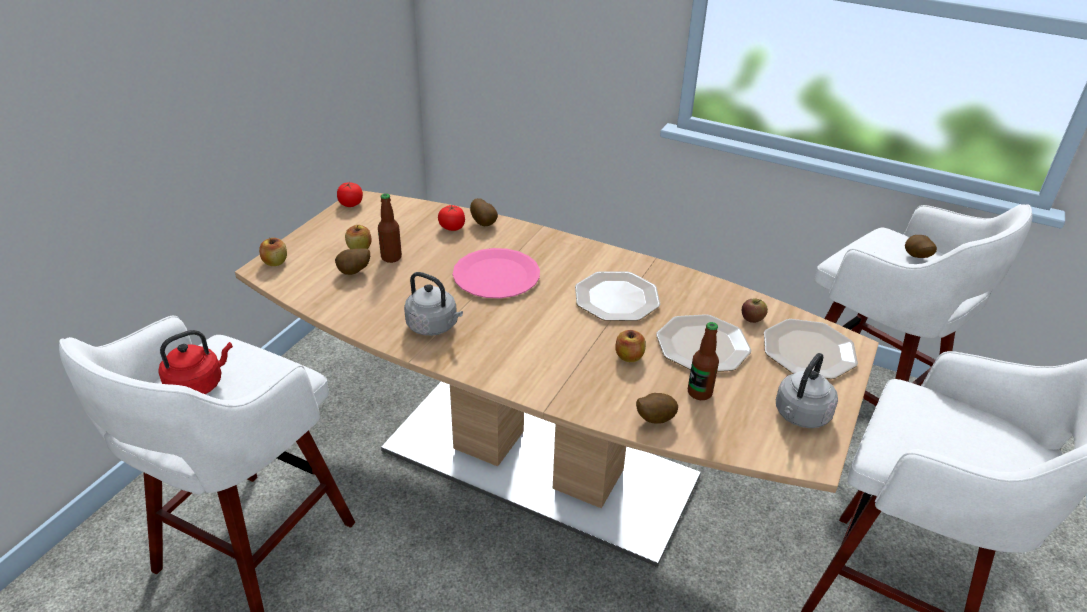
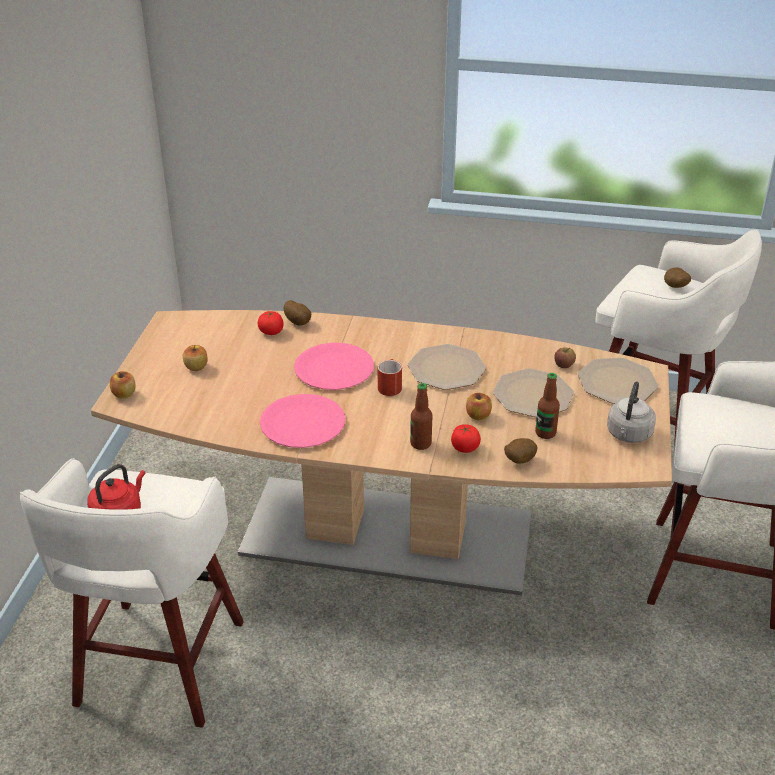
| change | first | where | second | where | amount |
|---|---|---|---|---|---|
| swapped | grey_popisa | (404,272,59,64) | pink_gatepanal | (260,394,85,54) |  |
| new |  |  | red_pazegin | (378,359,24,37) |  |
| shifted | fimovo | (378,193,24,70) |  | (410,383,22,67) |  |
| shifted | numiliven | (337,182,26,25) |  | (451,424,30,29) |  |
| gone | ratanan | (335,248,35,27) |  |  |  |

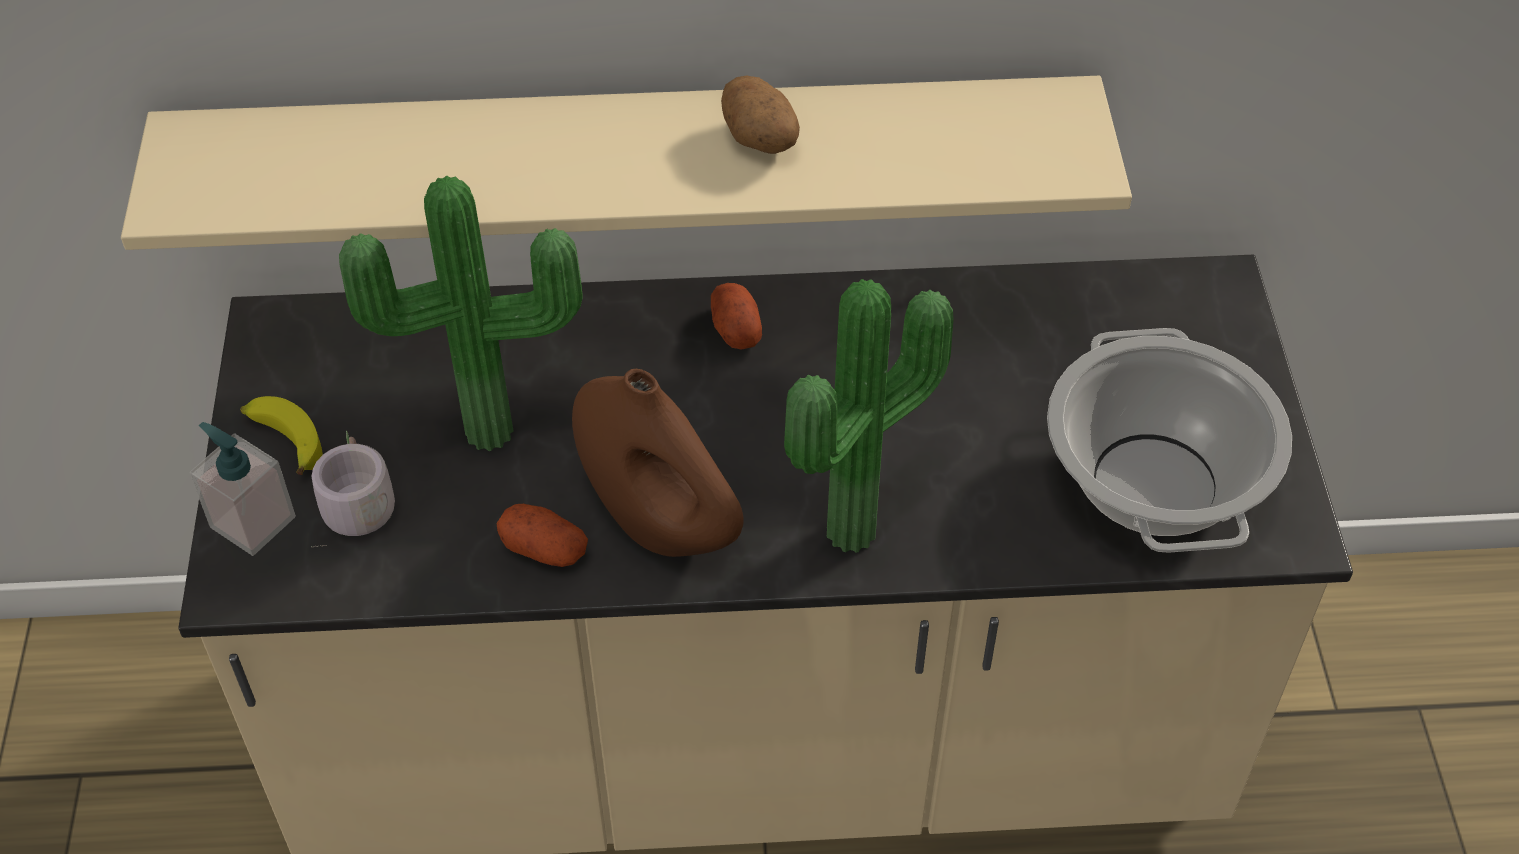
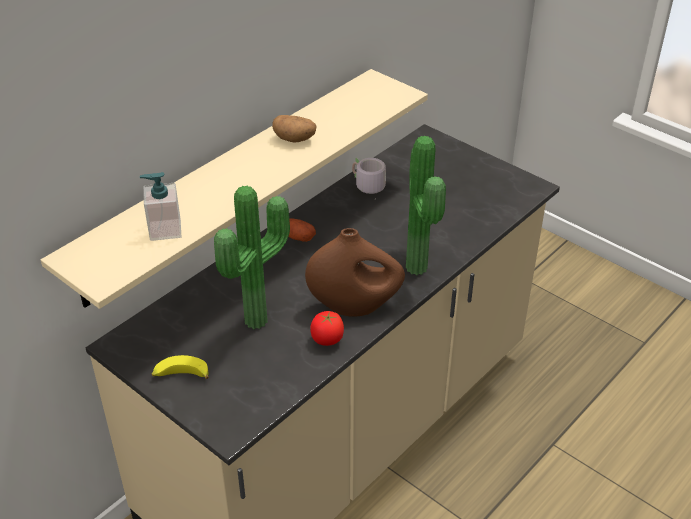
| change | first | where | second | where | amount |
|---|---|---|---|---|---|
| shifted | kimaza | (190,422,106,134) |  | (140,172,41,69) |  |
| swapped | ratanan | (497,504,91,63) | numiliven | (310,311,34,35) |  |
| shifted | grey_pazegin | (311,431,84,116) |  | (352,158,34,44) |  |
| gone | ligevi | (1047,328,245,225) |  |  |  |

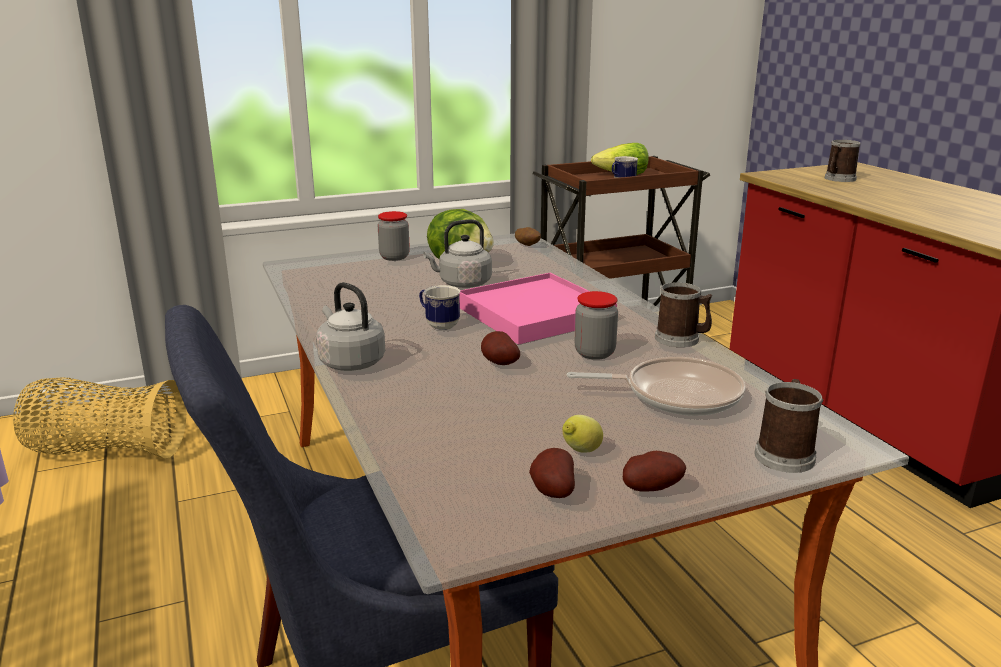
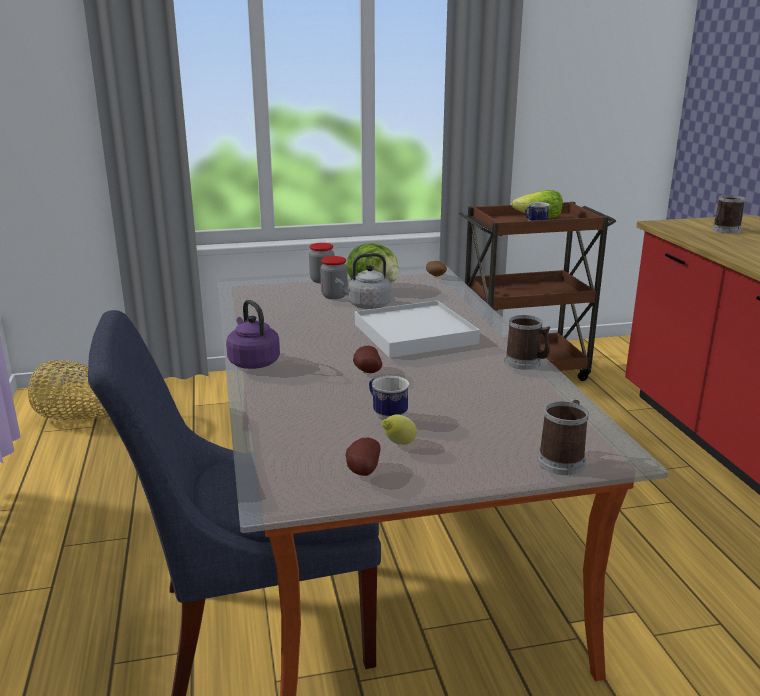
| change | first | where | second | where | amount |
|---|---|---|---|---|---|
| repainted | grey_popisa | (316,282,69,89) | purple_popisa | (226,300,54,69) |  |
| shifted | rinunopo | (574,291,44,69) |  | (320,256,28,43) |  |
| repainted | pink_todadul | (459,273,158,72) | white_todadul | (355,300,125,58) |  |
| shifted | pazegin | (419,285,41,45) |  | (369,376,41,44) |  |
| gone | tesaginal | (567,357,178,59) |  |  |  |
| gone | ratanan | (623,451,63,40) |  |  |  |

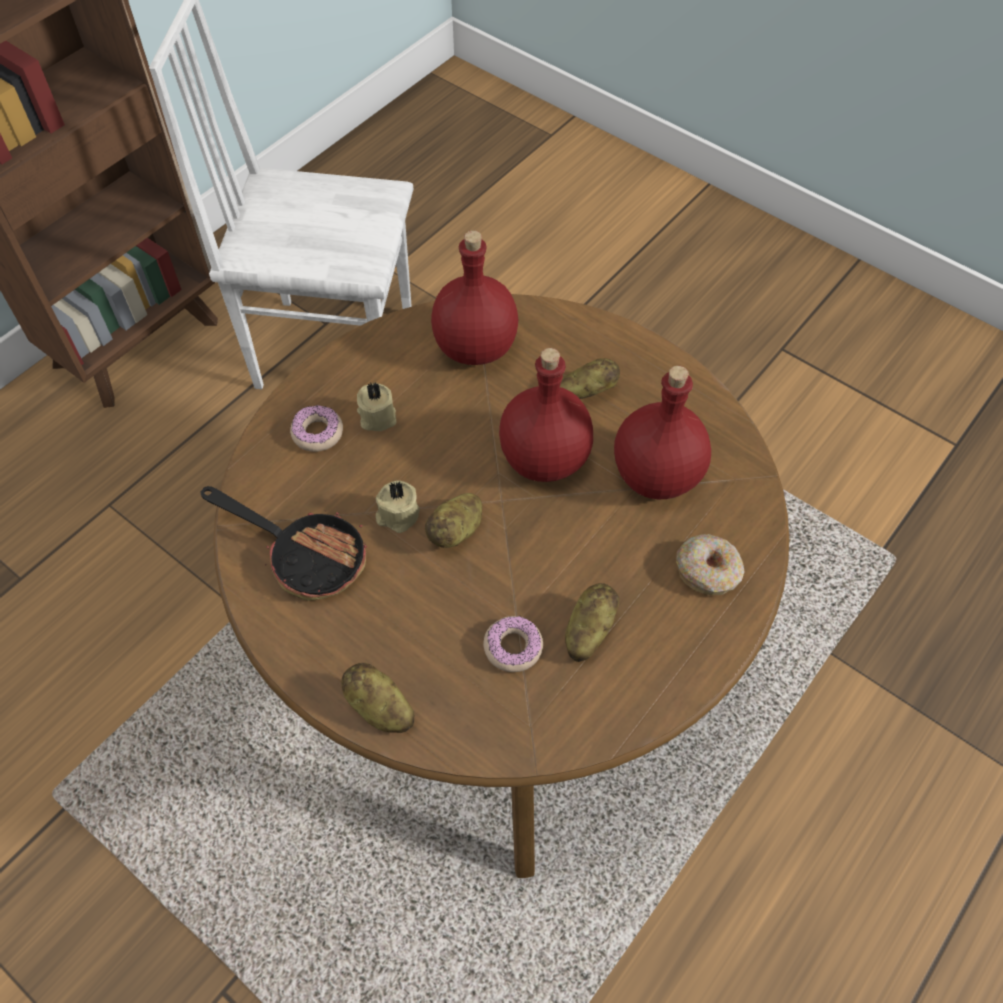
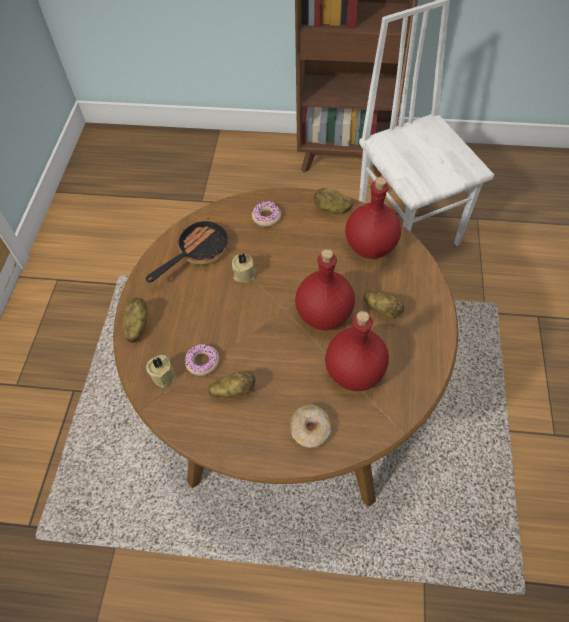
| change | first | where | second | where | amount |
|---|---|---|---|---|---|
| rotated | tesaginal | (200,486,167,115) |  | (146,217,82,66) | 135 degrees counterclockwise |
| shifted | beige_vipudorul | (357,382,40,49) |  | (146,354,30,34) |  |
| shifted | ratanan | (425,493,57,55) |  | (314,188,39,26) |  |

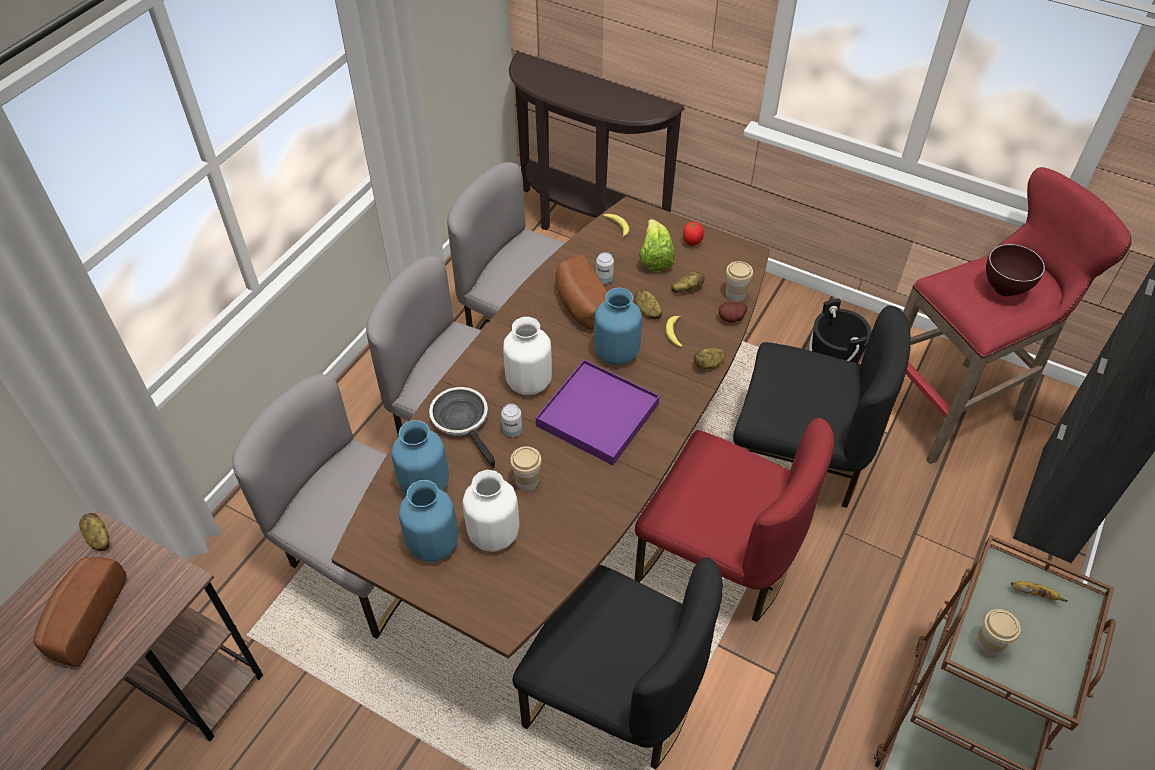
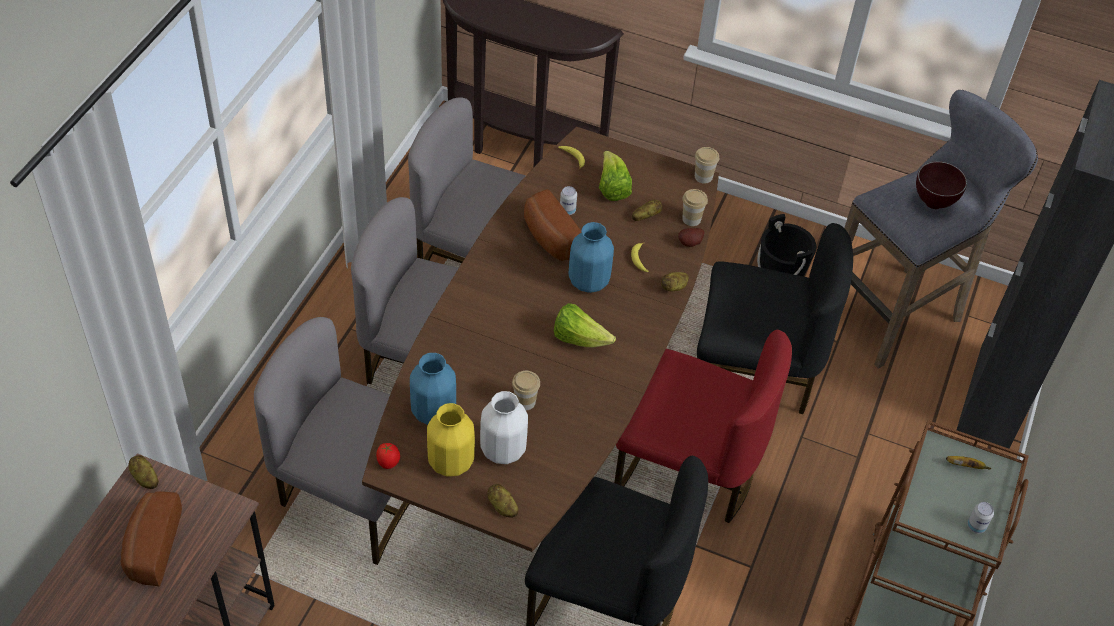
| change | first | where | second | where | amount |
|---|---|---|---|---|---|
| shifted | numiliven | (683,221,21,25) |  | (376,443,24,26) |  |
| repainted | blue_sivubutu | (399,480,59,82) | yellow_sivubutu | (427,403,48,74) |  |
| shifted | ratanan | (634,289,28,30) |  | (488,484,31,34) |  |
| swapped | purple_todadul | (536,360,124,105) | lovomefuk | (554,303,62,44) |  |
| shifted | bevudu | (975,609,46,48) |  | (695,147,24,37) |  |
| repainted | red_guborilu | (903,167,228,297) | grey_guborilu | (844,90,194,278) |  |
| shifted | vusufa | (501,404,21,33) |  | (967,502,27,31) |  |
| gone | tesaginal | (429,387,66,81) |  |  |  |
| gone | white_sivubutu | (503,317,49,78) |  |  |  |

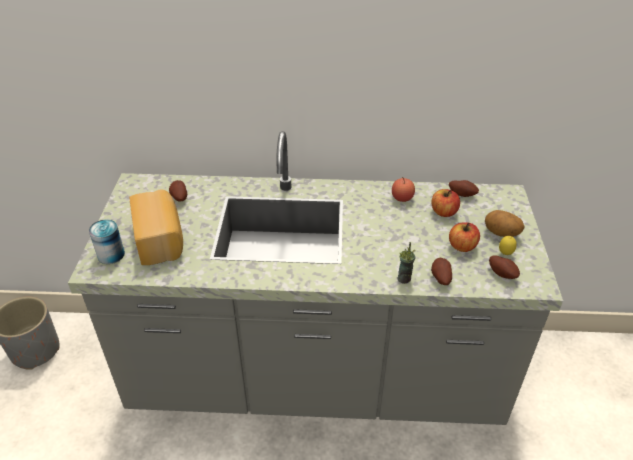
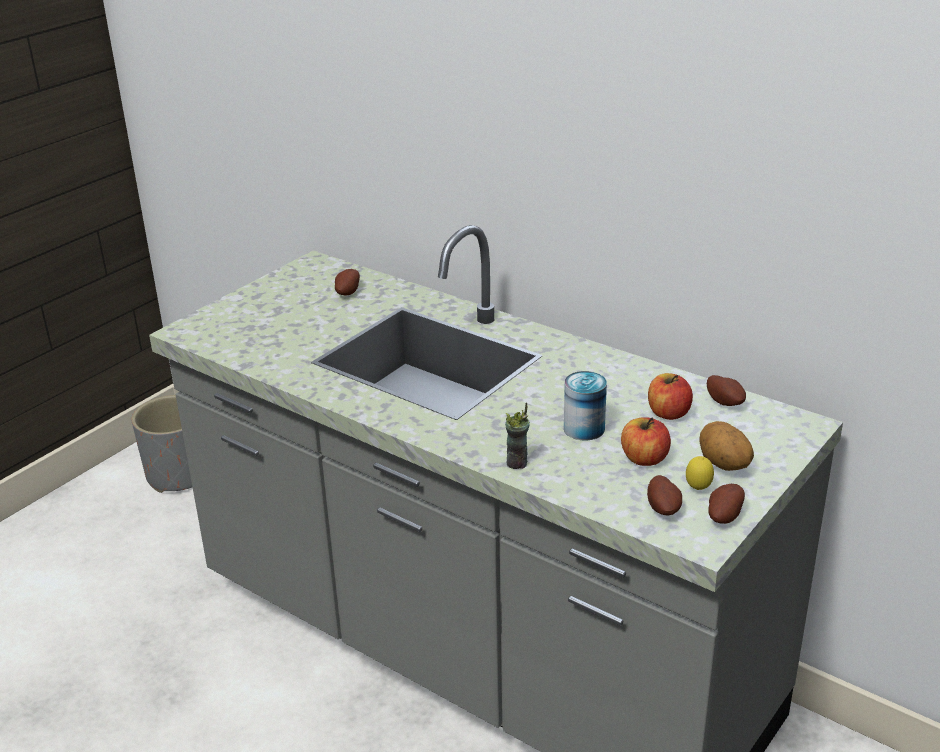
| change | first | where | second | where | amount |
|---|---|---|---|---|---|
| shifted | vusufa | (89,219,36,45) |  | (564,371,43,70) |  |
| shifted | ratanan | (431,258,21,27) |  | (708,484,37,40) |  |
| gone | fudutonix | (129,189,54,76) |  |  |  |
| gone | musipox | (392,177,23,25) |  |  |  |

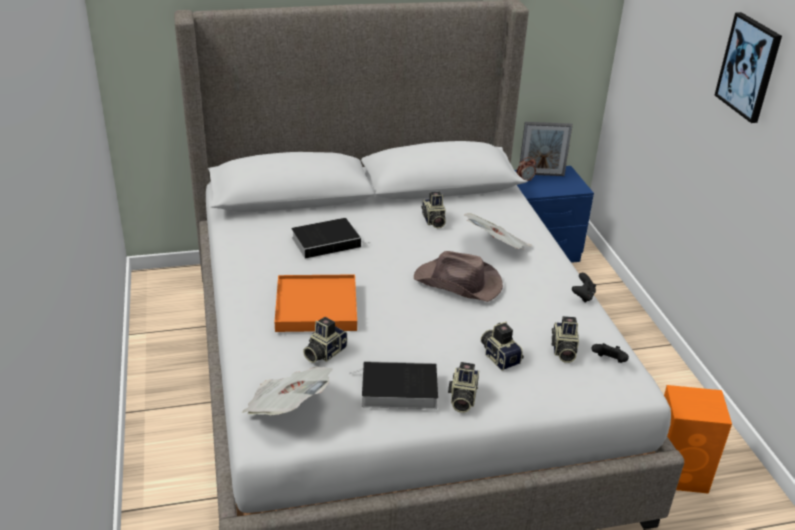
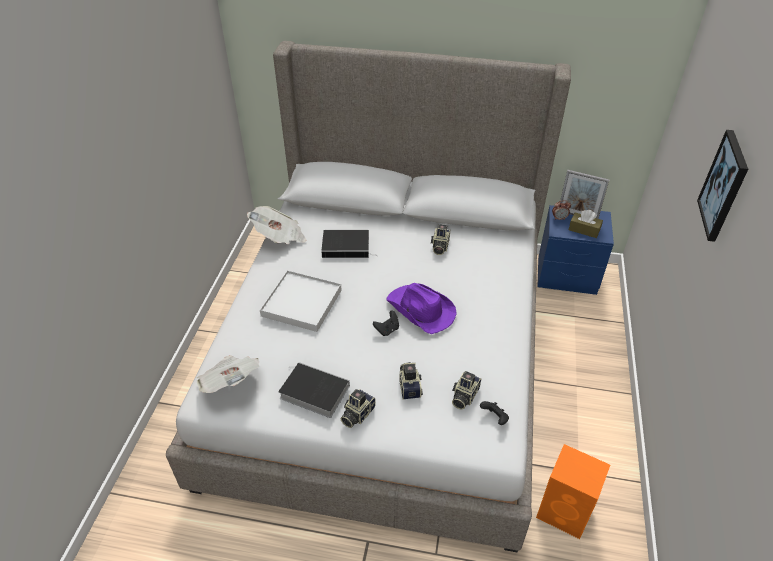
| change | first | where | second | where | amount |
|---|---|---|---|---|---|
| shifted | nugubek | (464,213,68,37) |  | (247,206,60,38) |  |
| repainted | orange_todadul | (274,274,83,58) | white_todadul | (260,270,82,62) |  |
| shifted | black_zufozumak | (572,273,24,30) |  | (373,311,26,25) |  |
| repainted | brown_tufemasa | (414,251,89,51) | purple_tufemasa | (387,283,70,51) |  |
| new |  |  | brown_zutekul | (569,210,34,28) |  |
| gone | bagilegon | (303,317,44,46) |  |  |  |

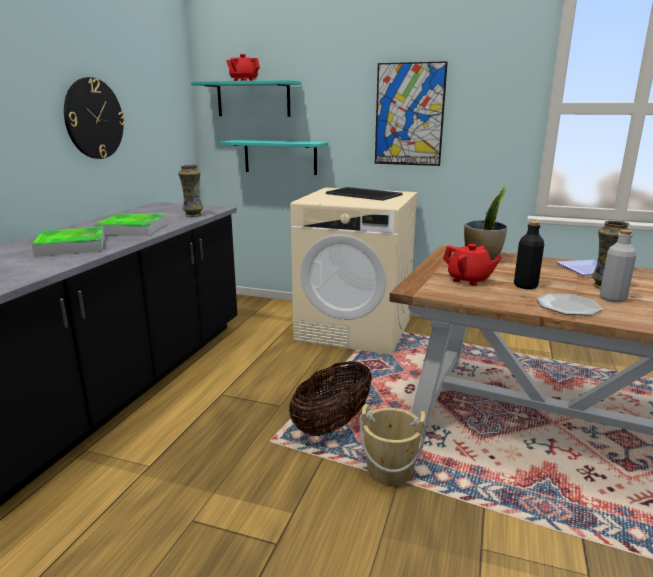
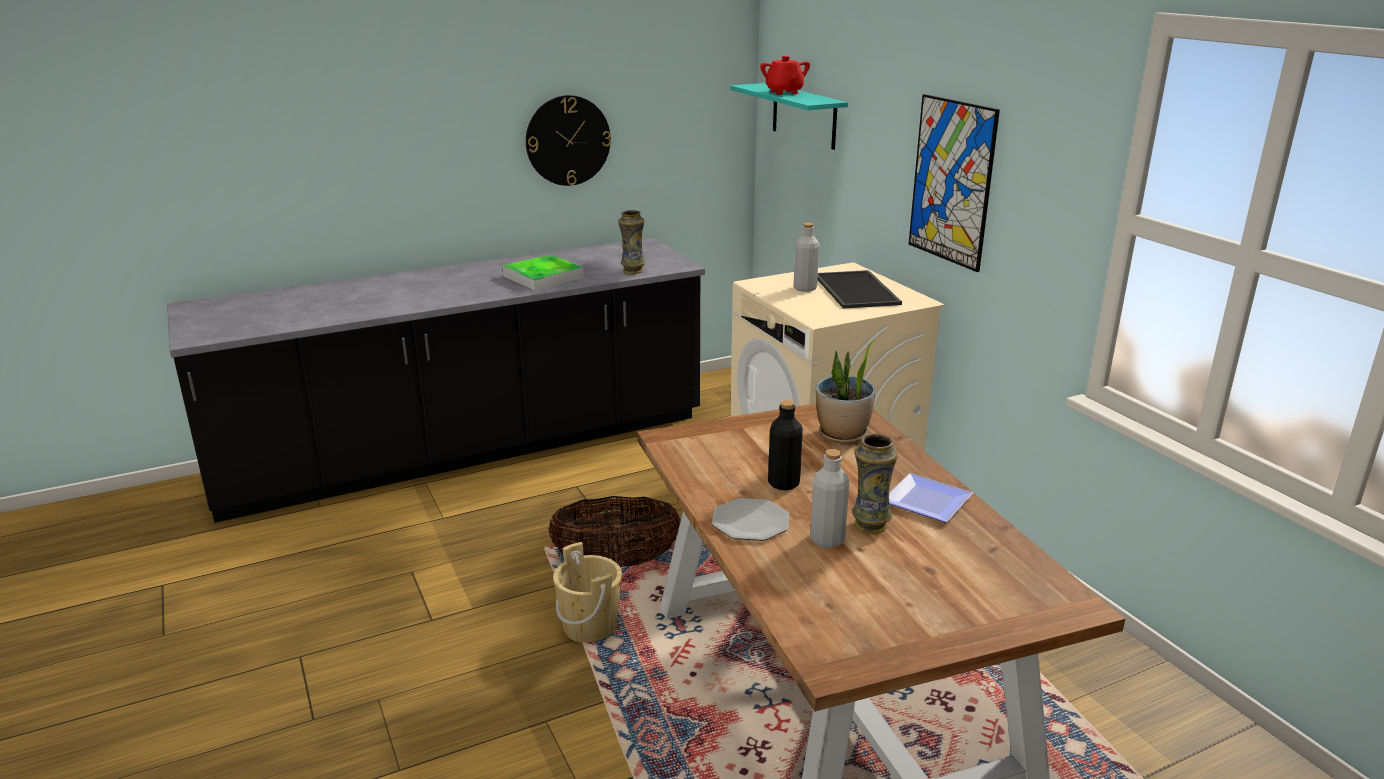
| change | first | where | second | where | amount |
|---|---|---|---|---|---|
| new |  |  | grey_fimovo | (794,223,25,69) |  |
| gone | todadul | (32,227,73,30) |  |  |  |
| gone | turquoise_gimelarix | (220,140,108,35) |  |  |  |
| gone | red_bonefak | (443,244,59,42) |  |  |  |

